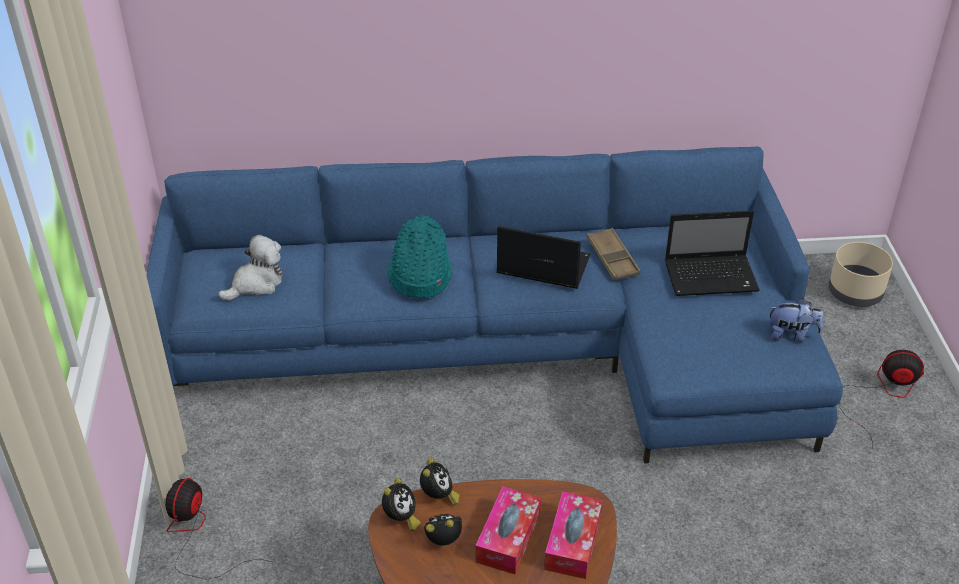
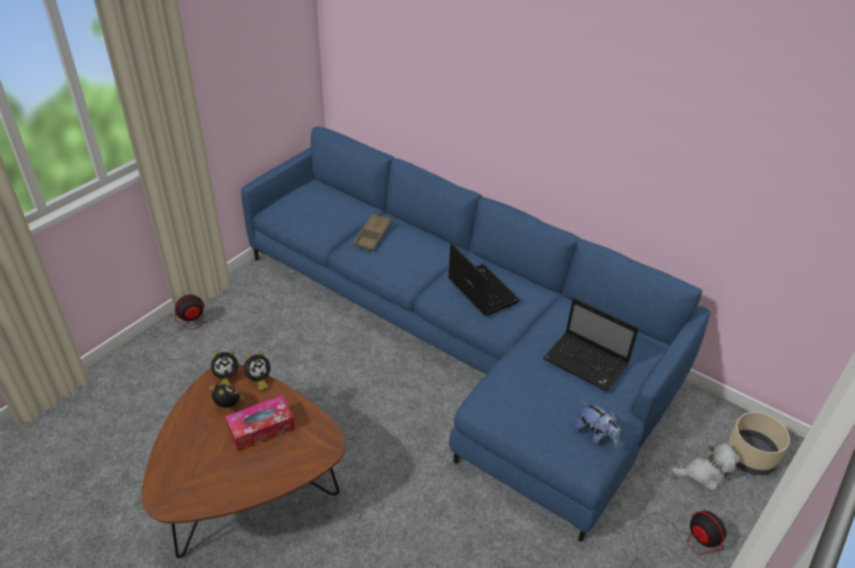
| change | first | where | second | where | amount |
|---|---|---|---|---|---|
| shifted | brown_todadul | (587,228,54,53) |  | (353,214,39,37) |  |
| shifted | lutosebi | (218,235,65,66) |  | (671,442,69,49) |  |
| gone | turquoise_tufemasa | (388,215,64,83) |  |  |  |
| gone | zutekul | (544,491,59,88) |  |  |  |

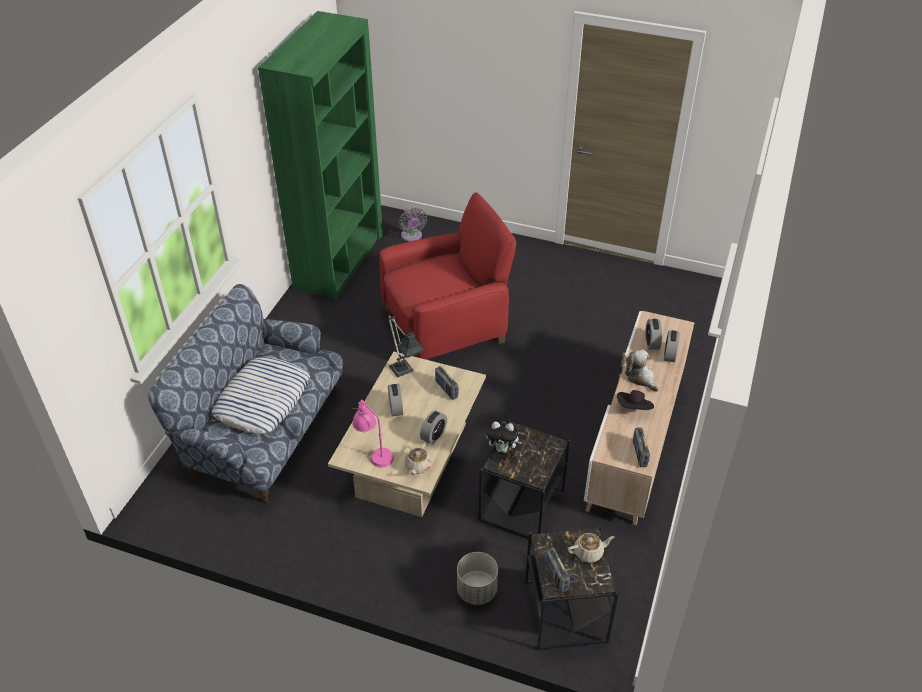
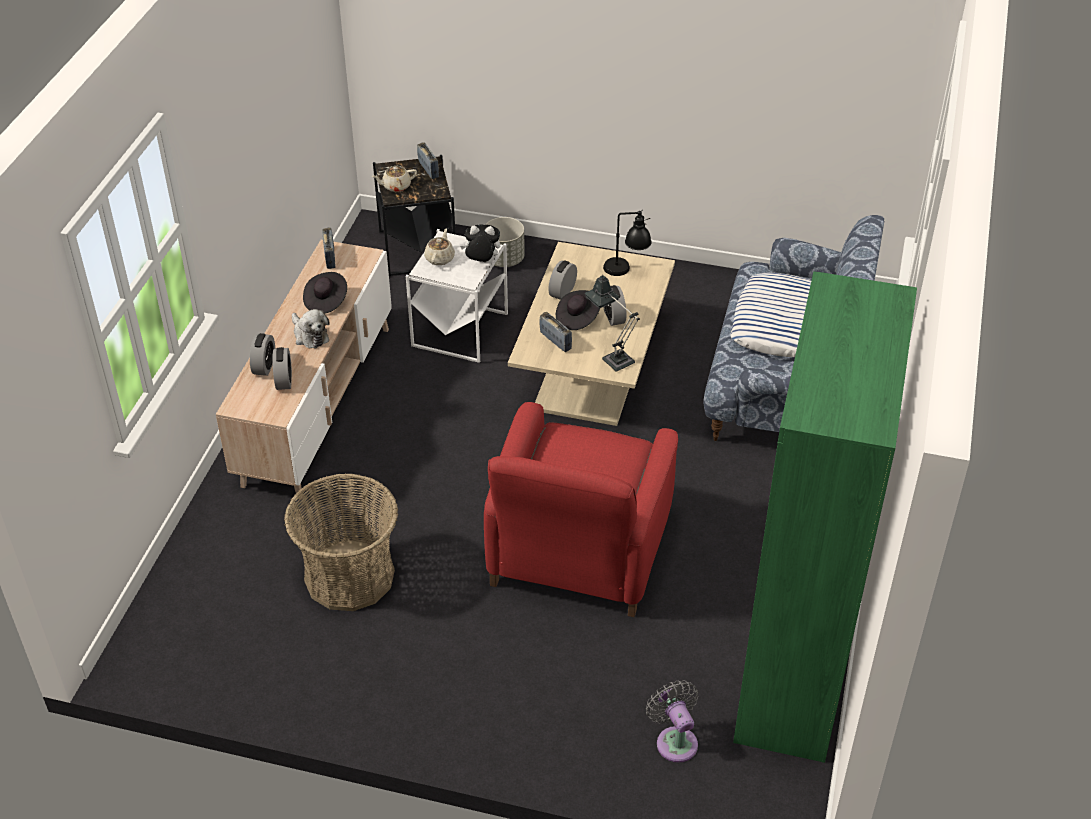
| change | first | where | second | where | amount |
|---|---|---|---|---|---|
| new |  |  | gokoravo | (284,474,114,137) |  |
| repainted | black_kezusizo | (479,419,91,119) | white_kezusizo | (406,229,102,134) |  |
| shifted | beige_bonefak | (405,443,27,32) |  | (424,228,31,37) |  |
| rotated | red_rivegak | (380,192,137,168) |  | (484,402,194,215) | 45 degrees counterclockwise |
| new |  |  | black_tufemasa | (556,290,44,40) |  |
| repainted | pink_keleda | (352,400,42,68) | black_keleda | (603,210,49,66) |  |

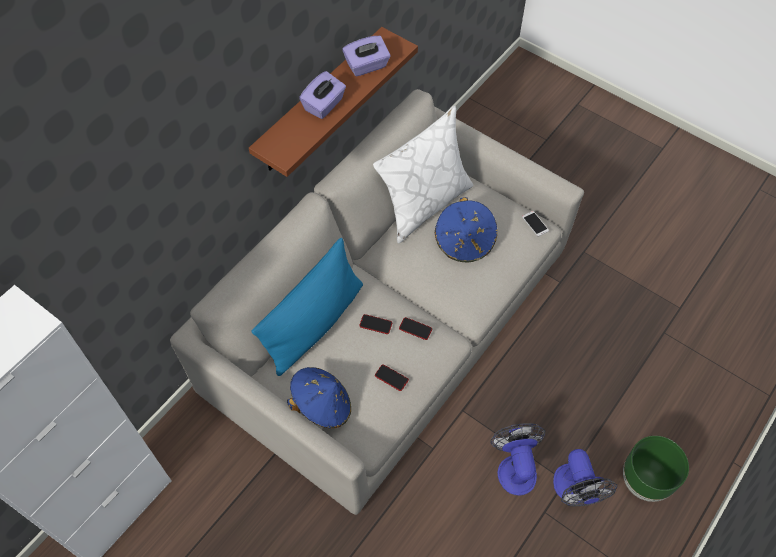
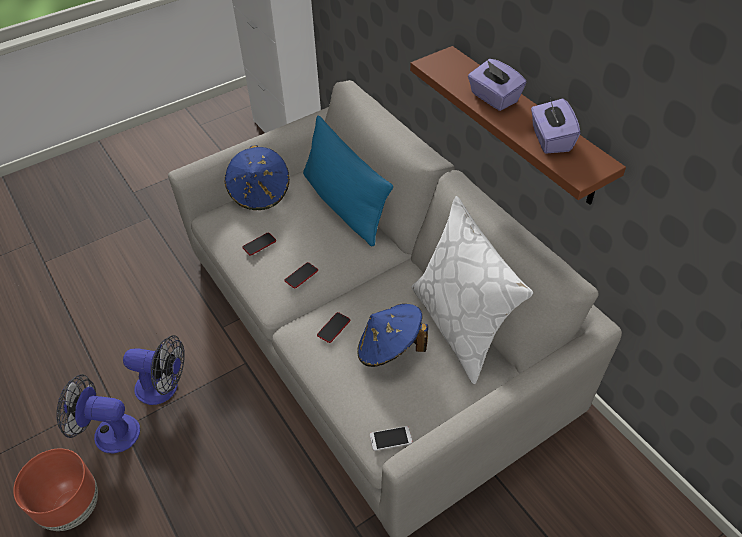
| change | first | where | second | where | amount |
|---|---|---|---|---|---|
| repainted | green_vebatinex | (623,436,66,66) | brown_vebatinex | (13,448,85,83) |  |
| shifted | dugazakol | (359,314,33,20) |  | (317,312,33,31) |  |

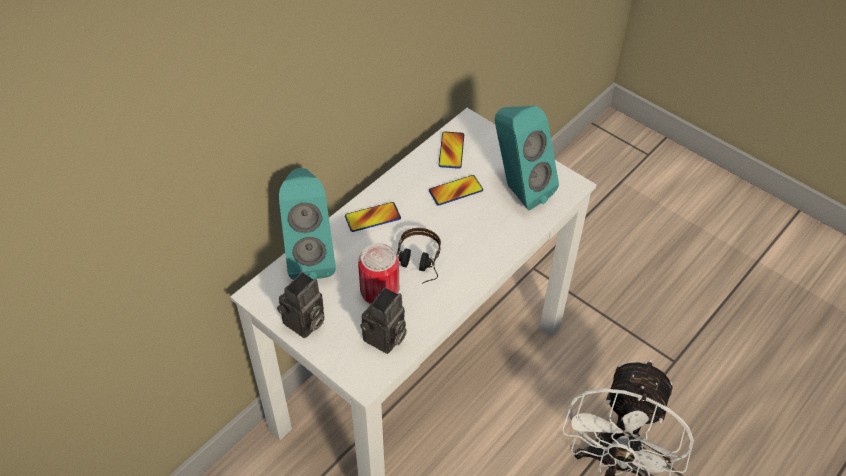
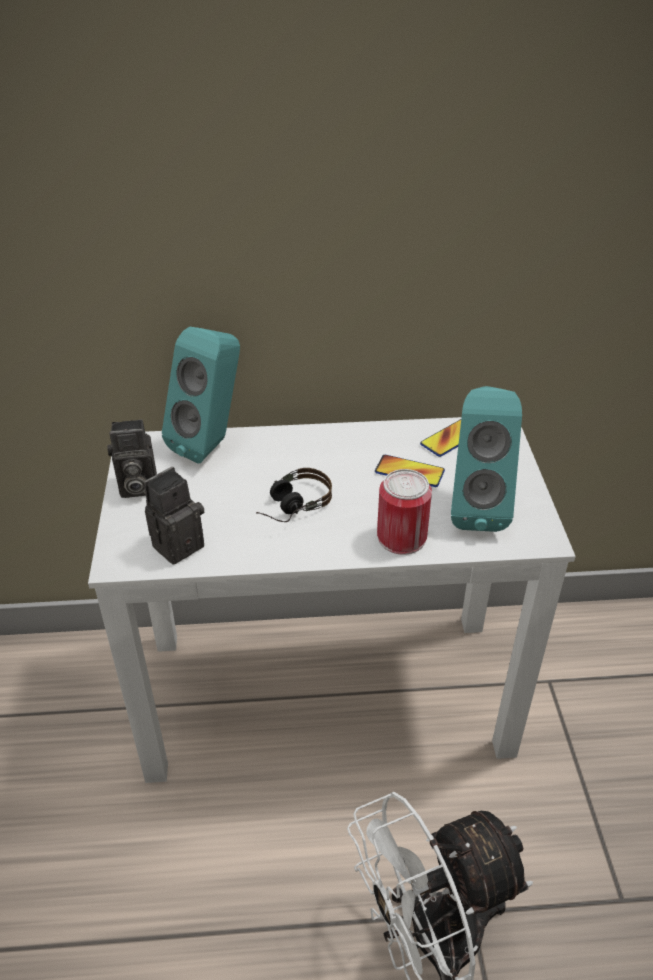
| change | first | where | second | where | amount |
|---|---|---|---|---|---|
| rotated | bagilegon | (360,288,47,66) |  | (144,467,60,98) | 150 degrees clockwise |
| shifted | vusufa | (358,243,41,61) |  | (377,469,55,86) |  |
| gone | dugazakol | (345,202,56,30) |  |  |  |

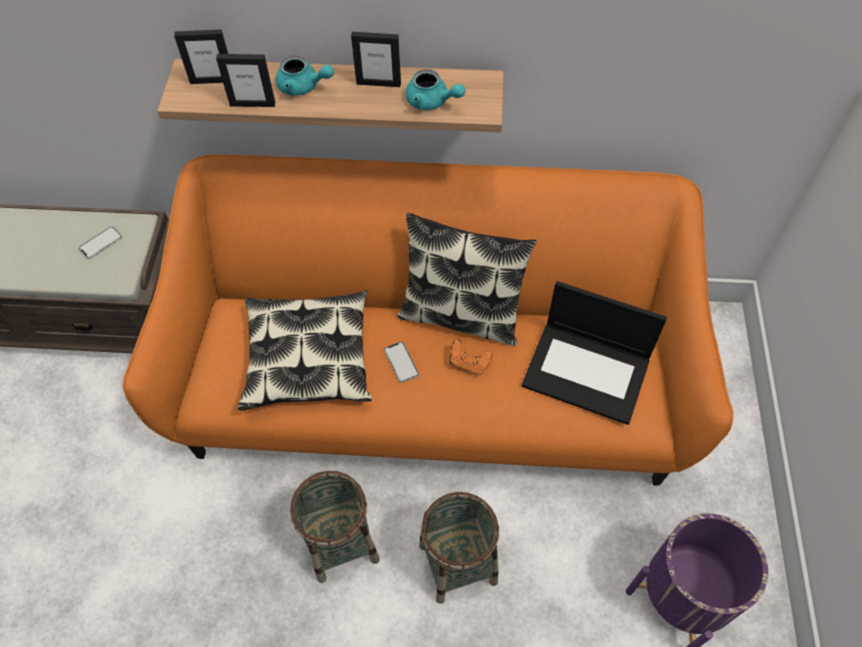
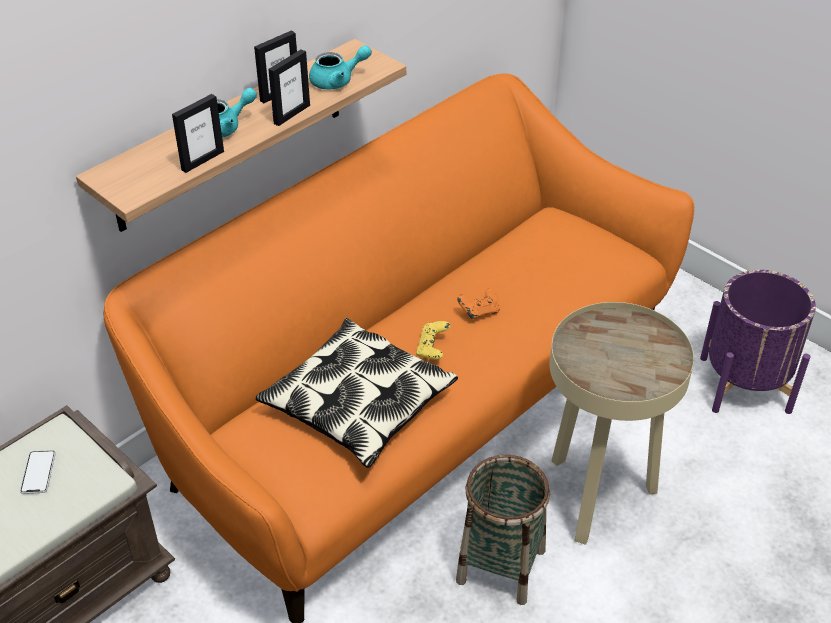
| change | first | where | second | where | amount |
|---|---|---|---|---|---|
| shifted | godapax | (174,29,54,55) |  | (268,49,42,77) |  |
| swapped | dugazakol | (384,342,35,41) | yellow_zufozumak | (416,321,34,39) |  |
| swapped | gokoravo | (419,492,80,112) | beige_kezusizo | (549,302,145,243) |  |
| gone | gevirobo | (398,213,139,133) |  |  |  |
| gone | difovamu | (522,281,145,144) |  |  |  |

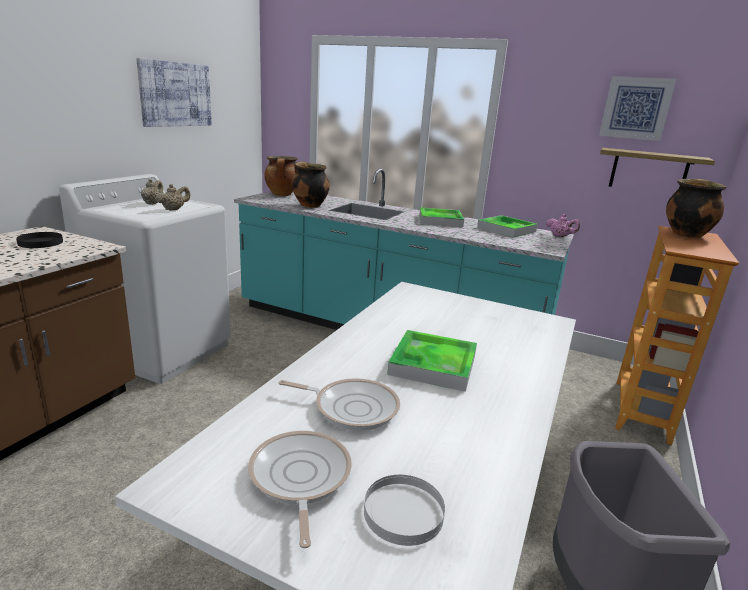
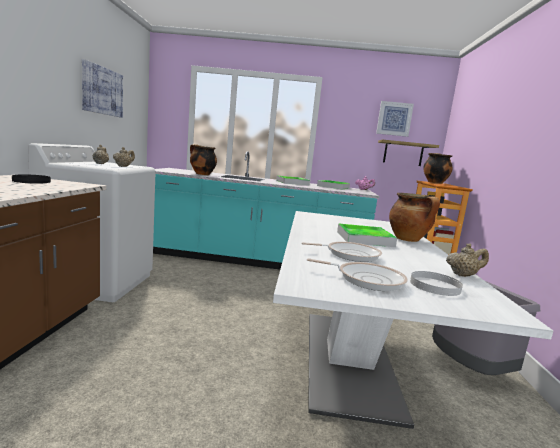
| change | first | where | second | where | amount |
|---|---|---|---|---|---|
| rotated | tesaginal | (248,431,104,117) |  | (307,258,101,33) | 135 degrees clockwise |
| shifted | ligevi | (264,156,33,40) |  | (389,193,51,49) |  |
| new |  |  | beige_bonefak | (446,244,43,33) |  |

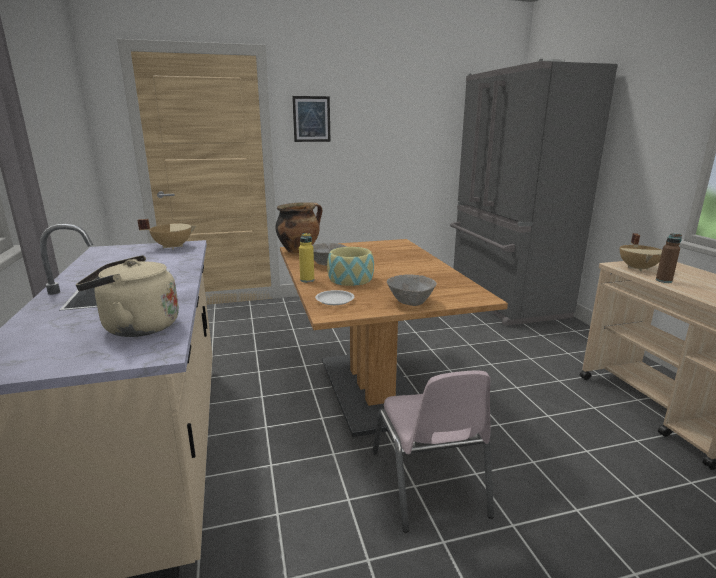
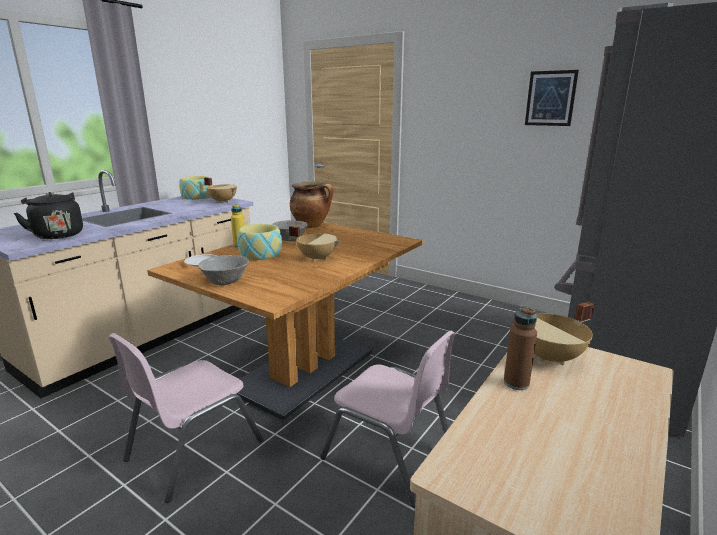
| change | first | where | second | where | amount |
|---|---|---|---|---|---|
| repainted | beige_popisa | (76,255,103,82) | black_popisa | (14,192,69,47) |  |
| new |  |  | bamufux | (179,176,31,24) |  |
| new |  |  | beige_ligevi | (289,226,52,35) |  |
| new |  |  | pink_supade | (320,331,136,177) |  |
| shifted | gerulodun | (292,96,39,46) |  | (525,70,54,56) |  |

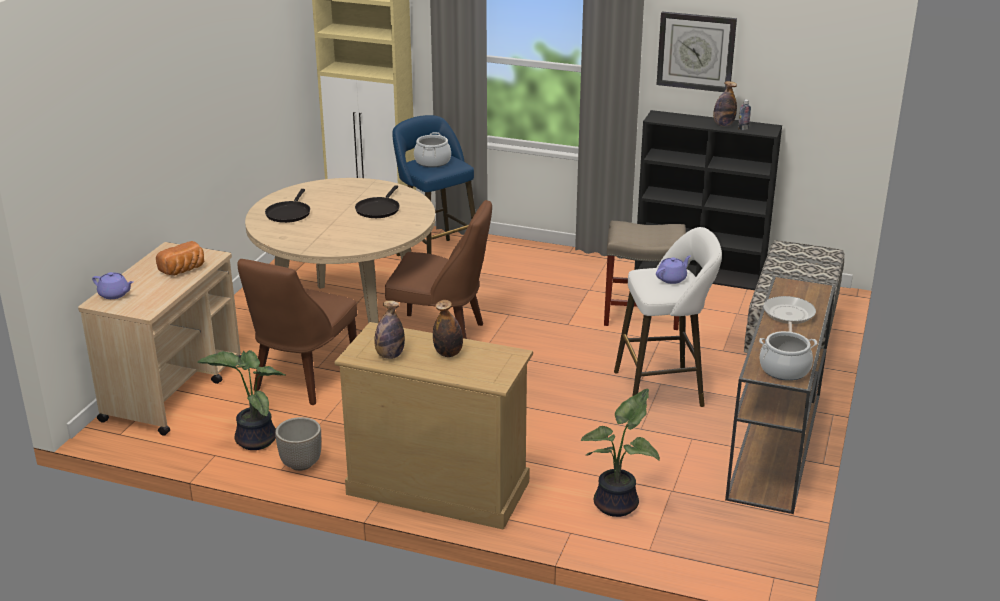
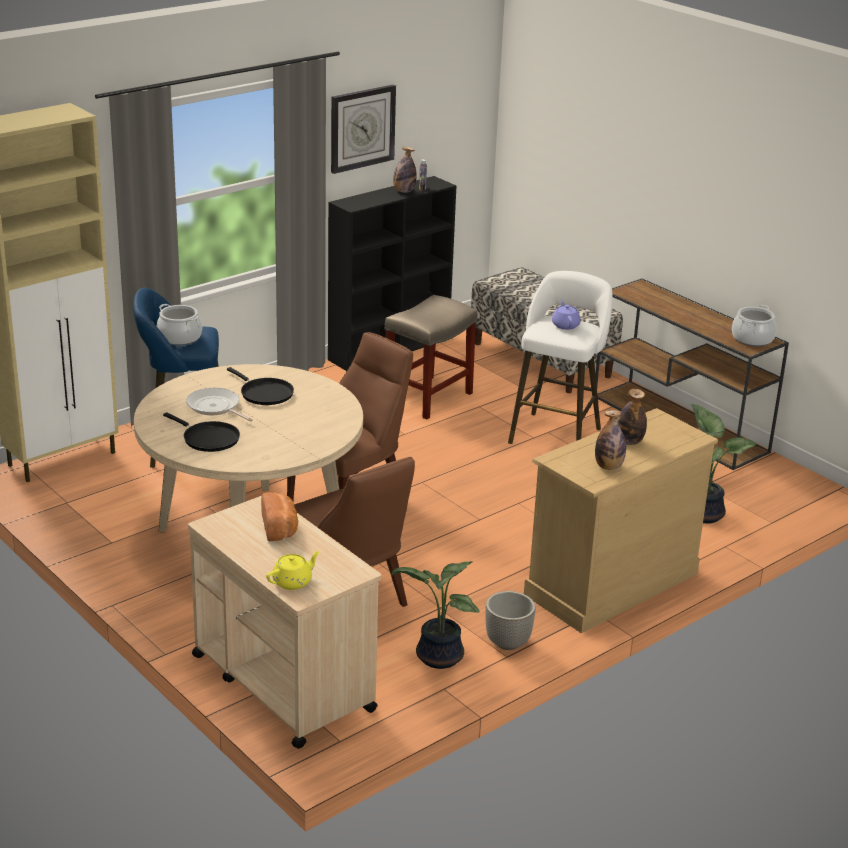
| change | first | where | second | where | amount |
|---|---|---|---|---|---|
| shifted | tesaginal | (763,296,53,36) |  | (186,388,67,33) |  |
| repainted | purple_bonefak | (92,272,41,27) | yellow_bonefak | (266,551,54,39) |  |

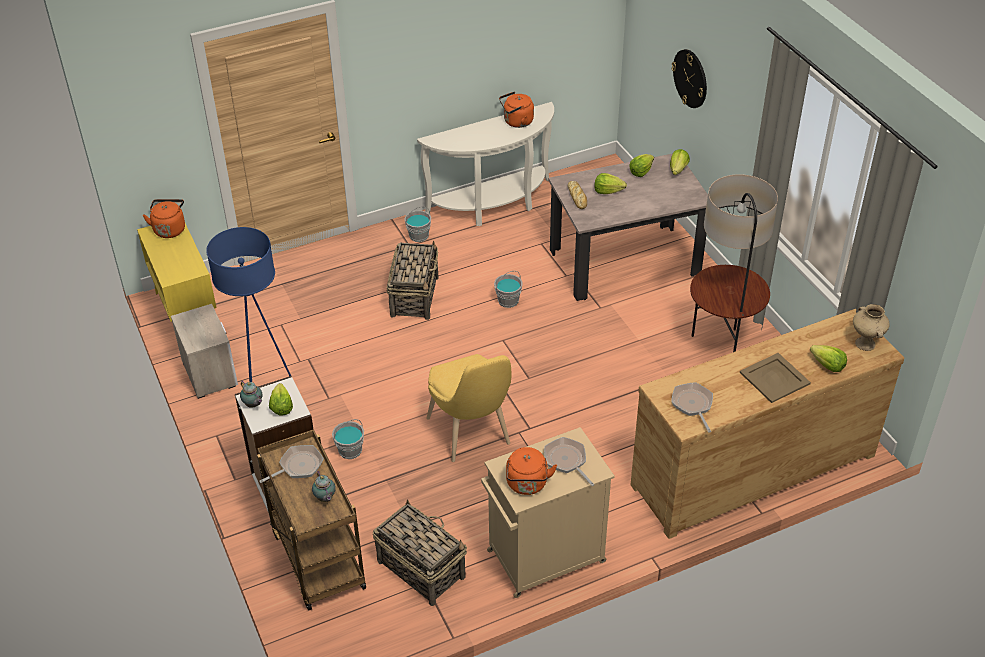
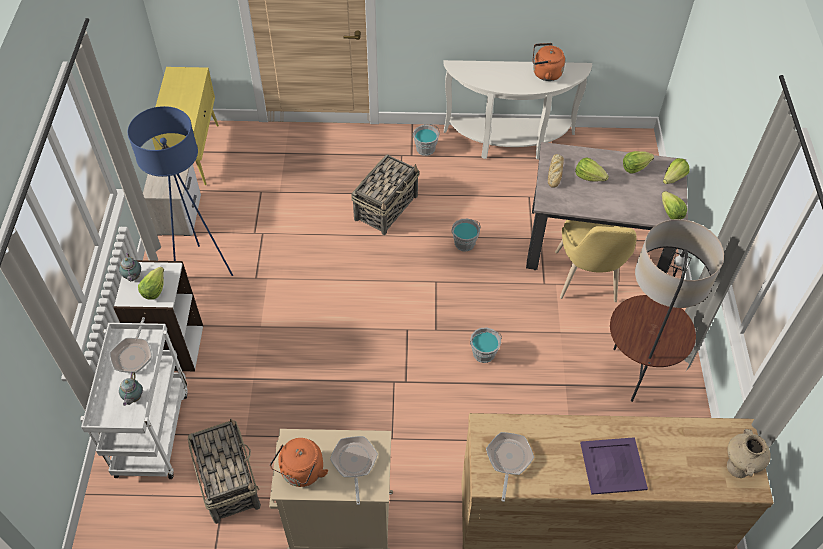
| change | first | where | second | where | amount |
|---|---|---|---|---|---|
| repainted | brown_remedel | (257,429,109,181) | white_remedel | (80,323,107,156) |  |
| rotated | tesaginal | (259,445,65,38) |  | (110,317,42,56) | 105 degrees clockwise |
| shifted | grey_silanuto | (332,419,32,40) |  | (470,328,32,35) |  |
| shifted | yellow_supade | (426,354,85,108) |  | (555,220,82,82) |  |
| repainted | beige_todadul | (740,353,71,50) | purple_todadul | (580,437,68,58) |  |
| shifted | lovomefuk | (810,345,37,27) |  | (662,191,25,28) |  |
| gone | orange_popisa | (143,199,42,39) |  |  |  |
| gone | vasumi | (672,49,35,59) |  |  |  |

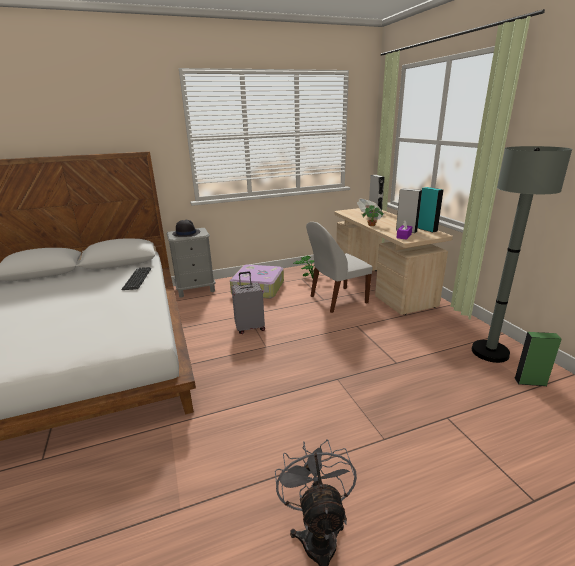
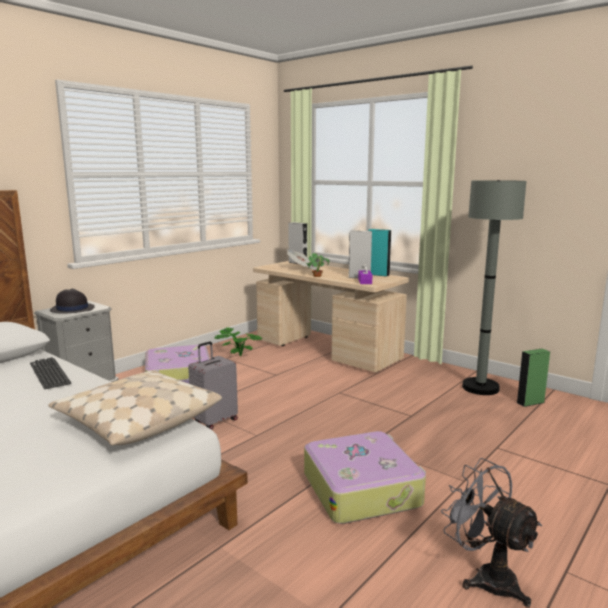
| change | first | where | second | where | amount |
|---|---|---|---|---|---|
| new |  |  | beige_gevirobo | (48,370,174,75) |  |
| new |  |  | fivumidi | (304,431,122,93) |  |
| gone | white_supade | (306,222,66,91) |  |  |  |

